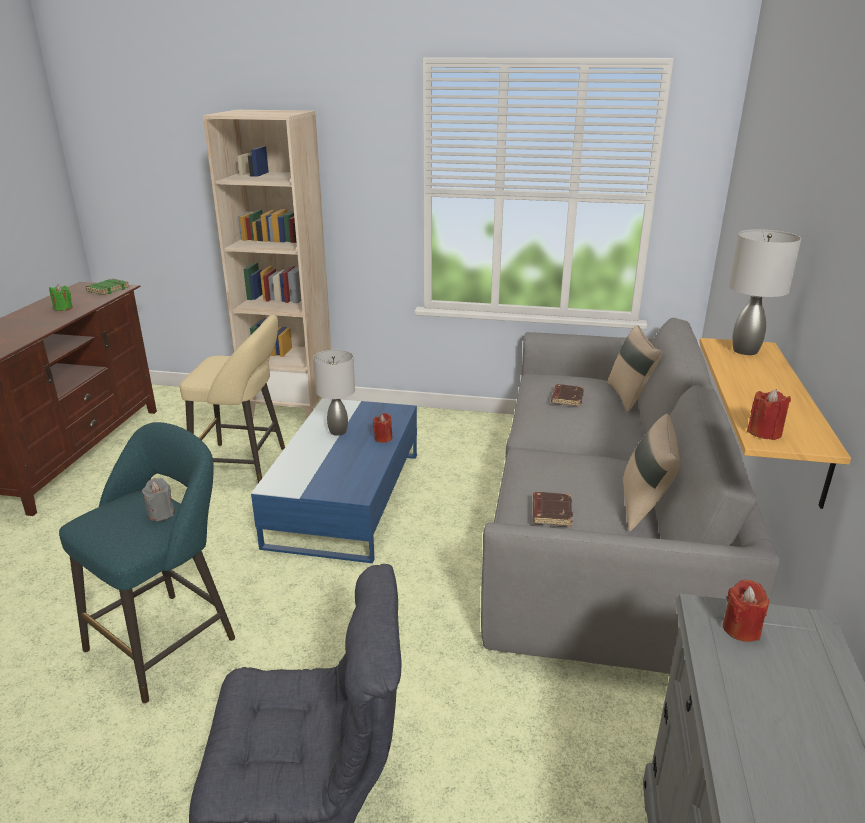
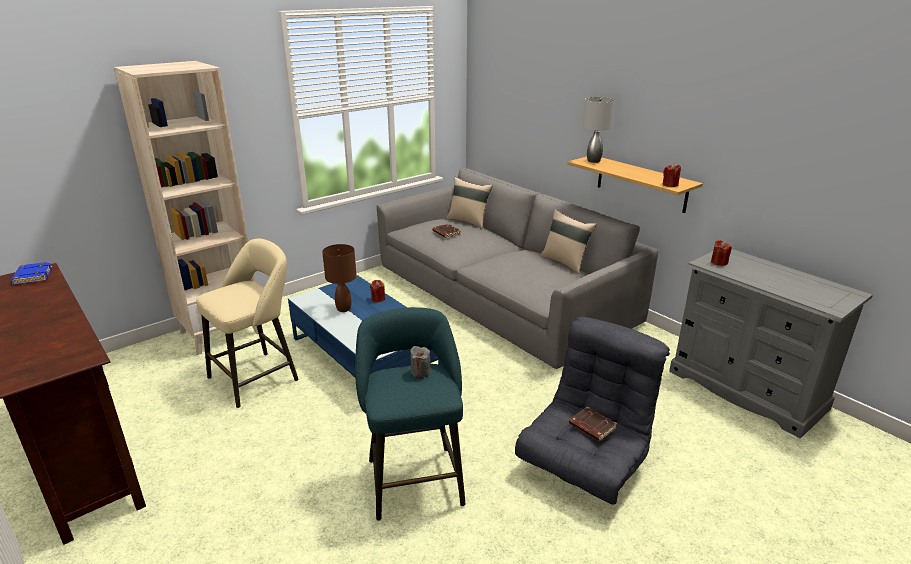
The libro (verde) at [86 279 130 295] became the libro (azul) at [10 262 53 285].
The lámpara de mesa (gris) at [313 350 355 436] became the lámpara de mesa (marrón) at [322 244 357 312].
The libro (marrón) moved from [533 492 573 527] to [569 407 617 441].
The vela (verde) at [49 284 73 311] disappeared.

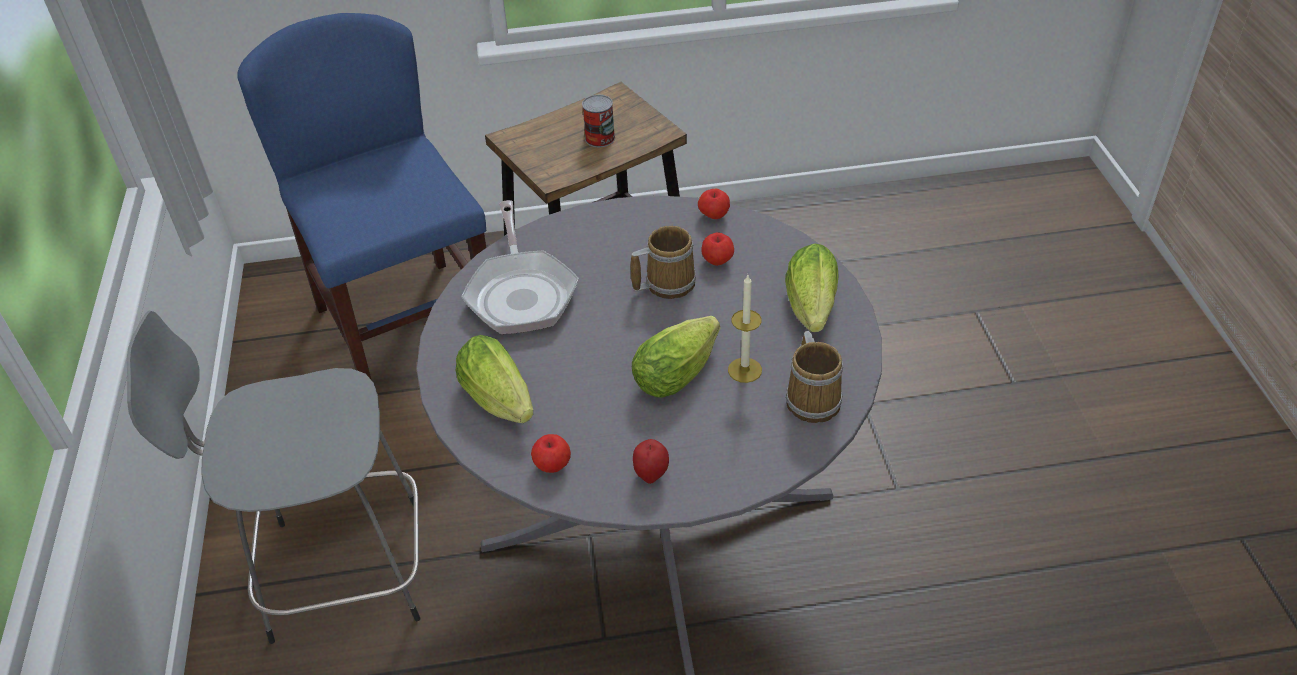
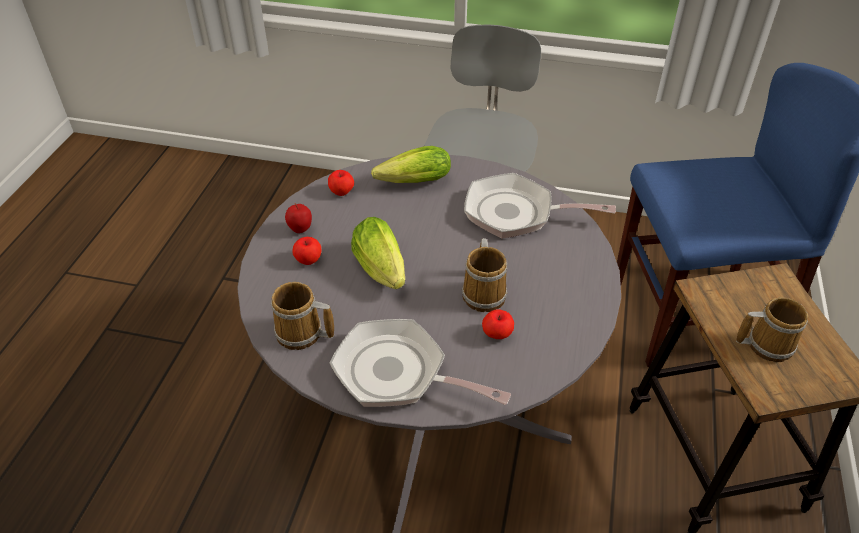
The manzana moved from [698 189 730 219] to [293 237 321 265].
The lechuga at [785 243 839 332] was replaced by the sartén at [330 319 511 407].
The lata at [582 95 615 147] was replaced by the taza grande at [736 297 808 362].
The vela at [728 275 762 383] disappeared.

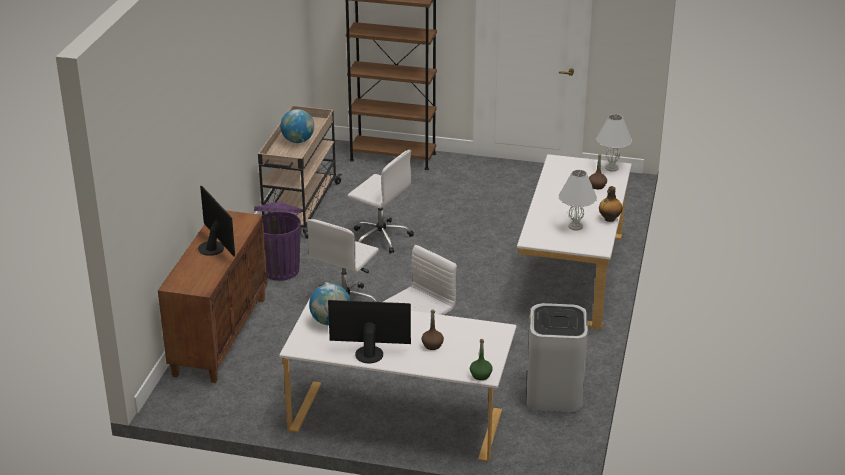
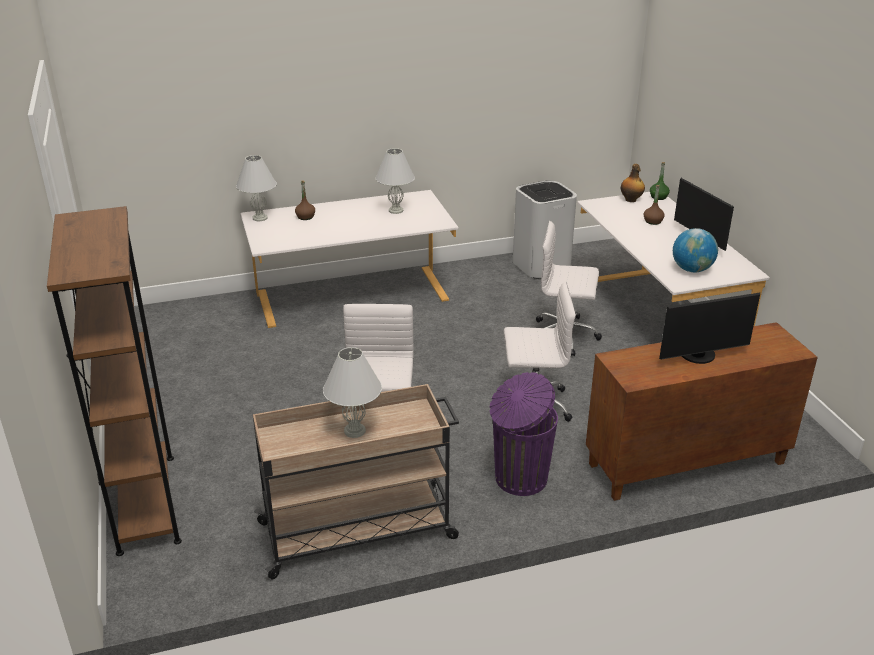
The globo terráqueo at [280 109 314 143] was replaced by the lámpara de mesa (blanco) at [323 347 382 438].
The botella moved from [599 186 623 222] to [621 164 645 202].
The monitor at [198 186 235 256] turned 135 degrees counterclockwise.

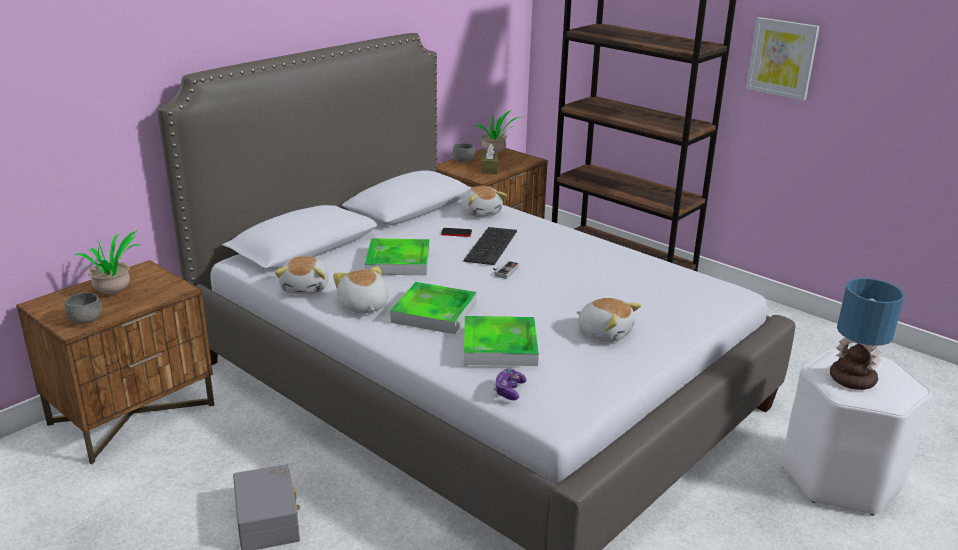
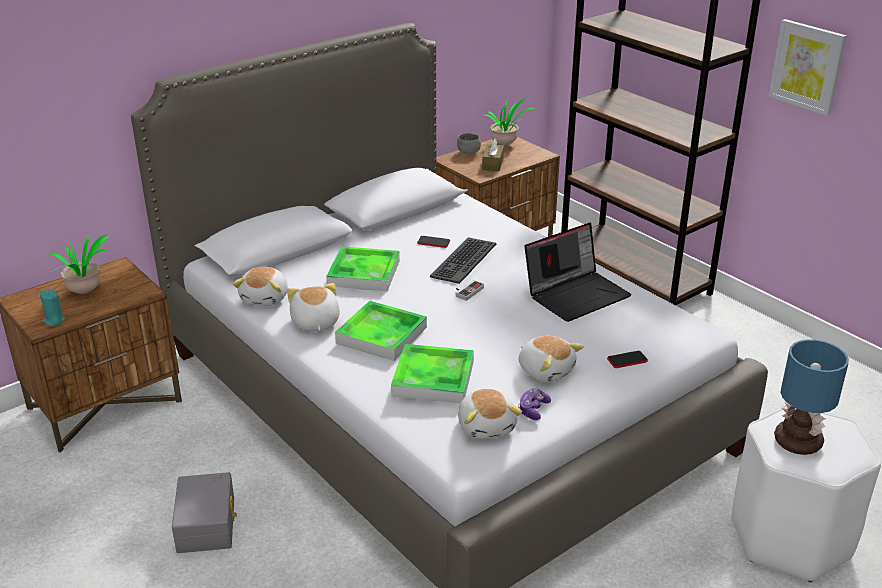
The cuenco (gris) at [64 293 102 324] was replaced by the vela (turquesa) at [40 289 66 326].
The peluche moved from [461 186 507 217] to [458 389 522 439].
The mando de consola moved from [494 369 527 400] to [518 388 551 420].
The portátil at [524 223 632 322] appeared.
The móvil at [607 351 648 368] appeared.

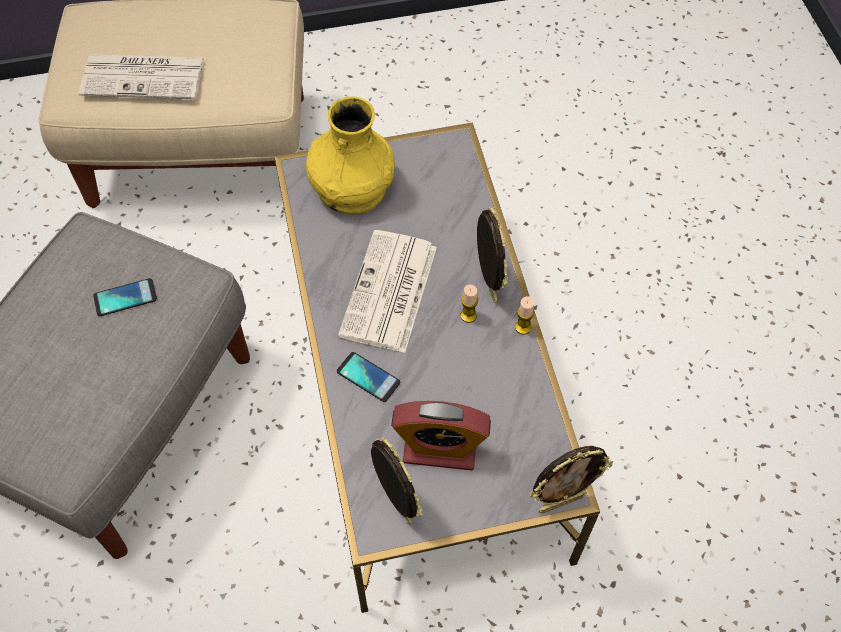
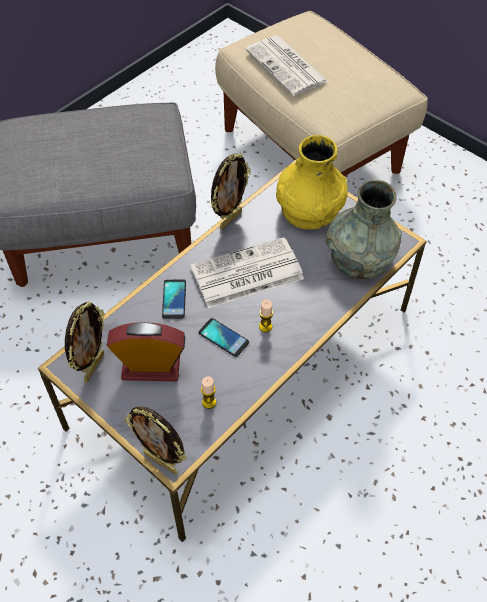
The despertador at [391 401 491 470] turned 120 degrees clockwise.
The móvil moved from [93 278 157 316] to [198 318 249 357].
The vela moved from [515 296 534 335] to [201 376 216 409].
The portarretratos moved from [477 207 508 304] to [211 153 251 229].
The florero (gris) at [326 180 402 279] appeared.

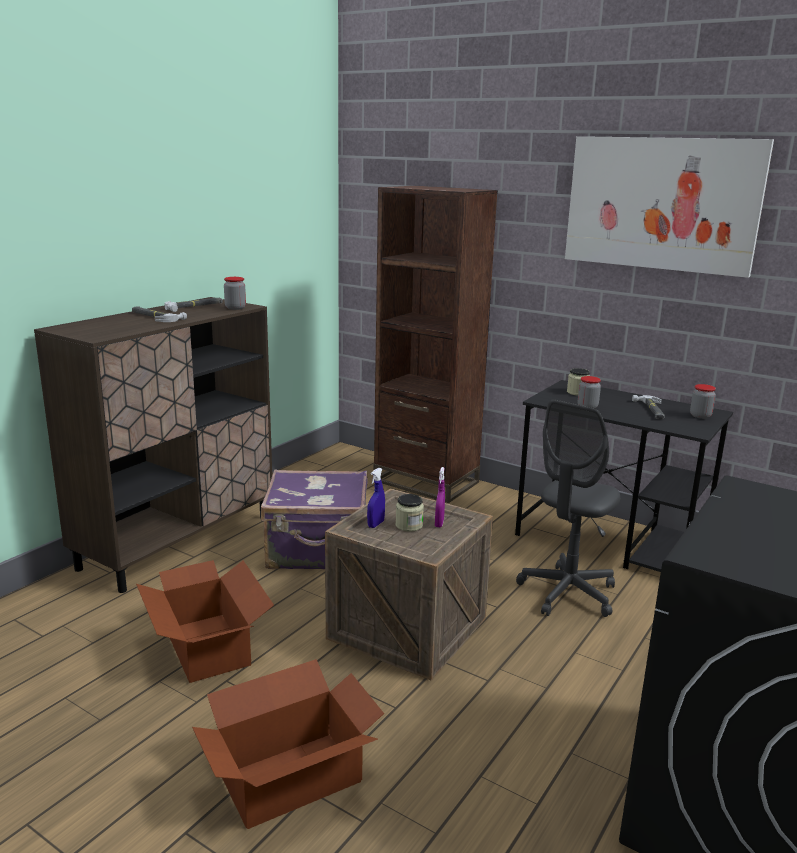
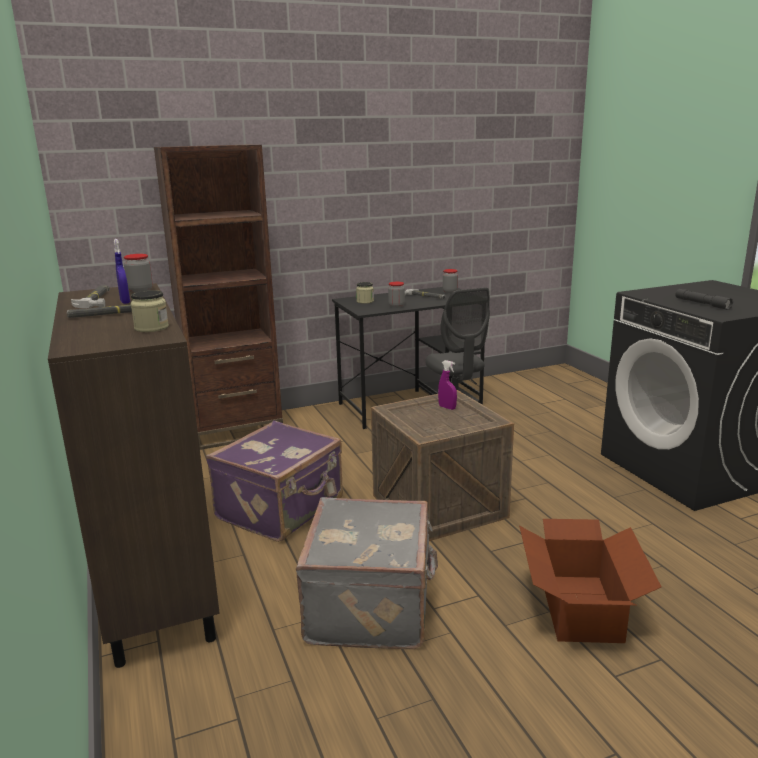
The pulverizador (azul) moved from [367 468 385 528] to [114 239 130 304].
The tarro moved from [396 494 424 532] to [131 290 169 332].
The caja de cartón at [136 560 274 683] was replaced by the maleta (gris) at [296 497 438 649].
The linterna (gris) at [675 289 733 310] appeared.
The cuadro at [565 136 774 278] disappeared.

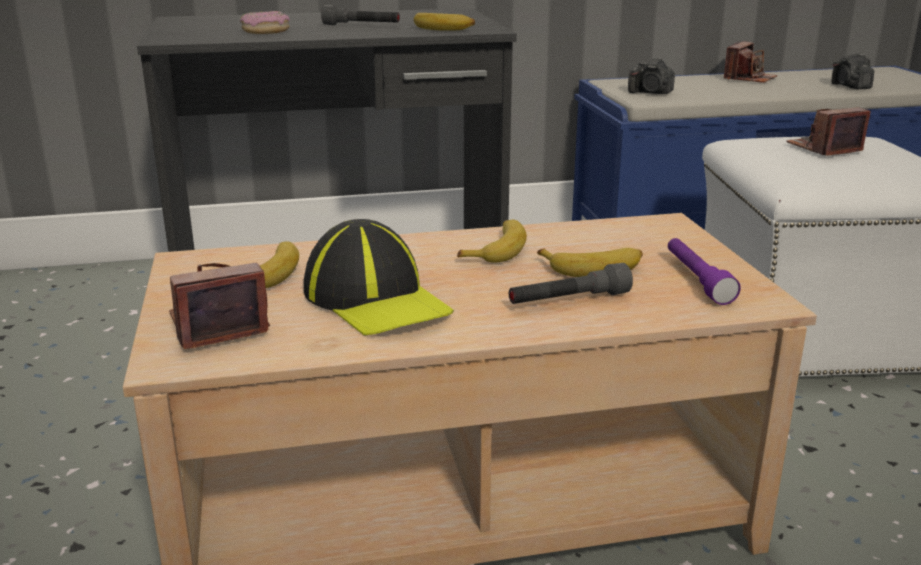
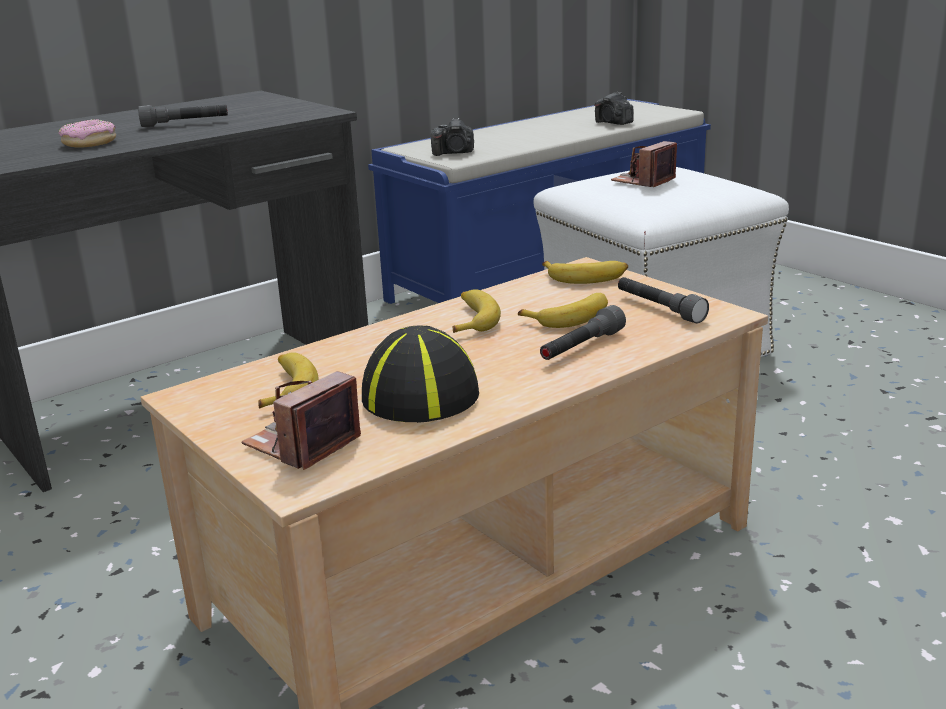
The gorra at [304 219 454 336] turned 120 degrees counterclockwise.
The plátano moved from [414 13 475 31] to [542 261 628 284].
The linterna (morado) at [668 238 741 305] became the linterna (gris) at [618 277 709 323].
The cámara at [724 41 777 83] disappeared.

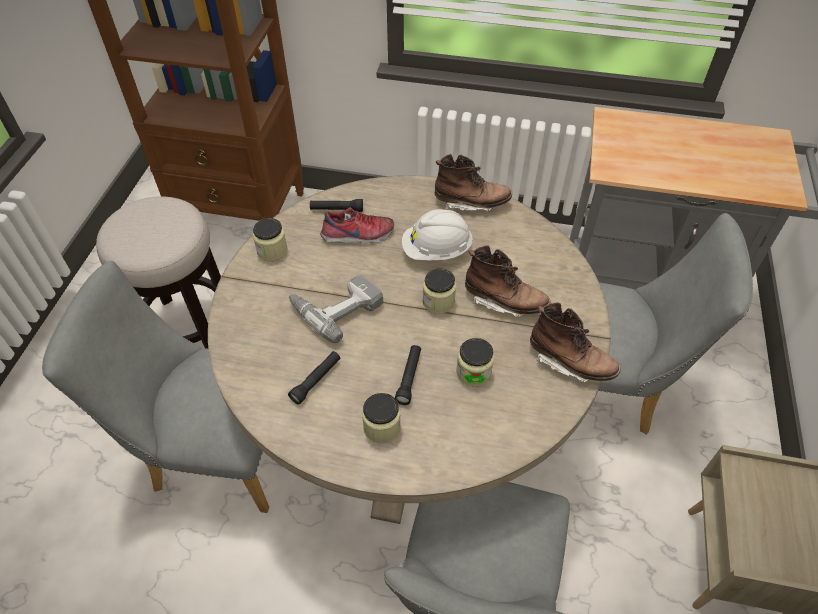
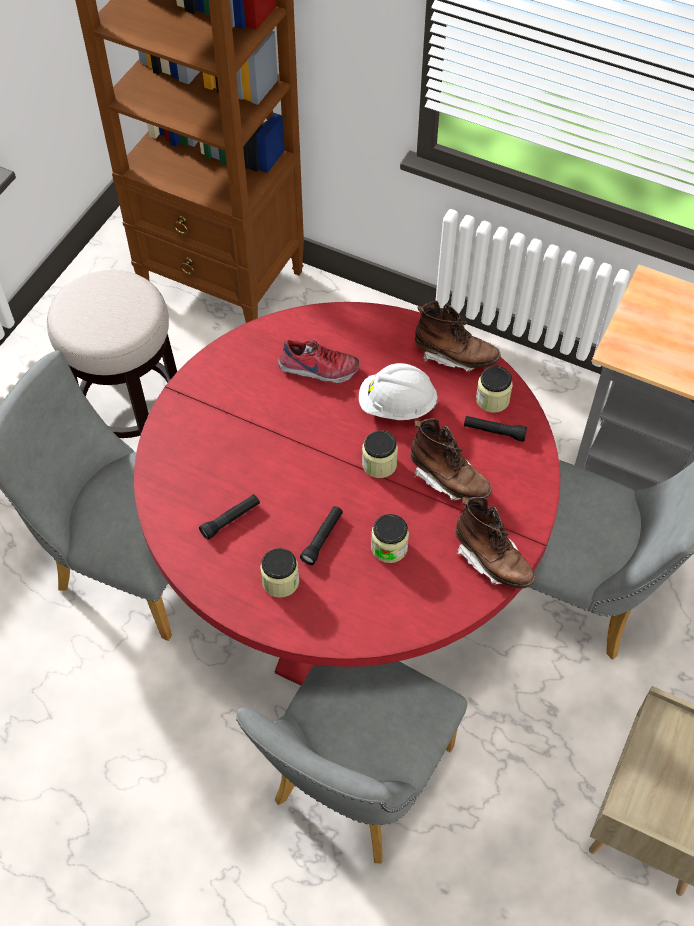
The mesa de comedor (beis) at [208 175 611 524] became the mesa de comedor (rojo) at [134 302 560 686].
The linterna (negro) moved from [310 199 363 212] to [464 416 527 442].
The tarro moved from [253 218 288 261] to [476 366 513 413].
The taladro at [289 275 383 343] disappeared.

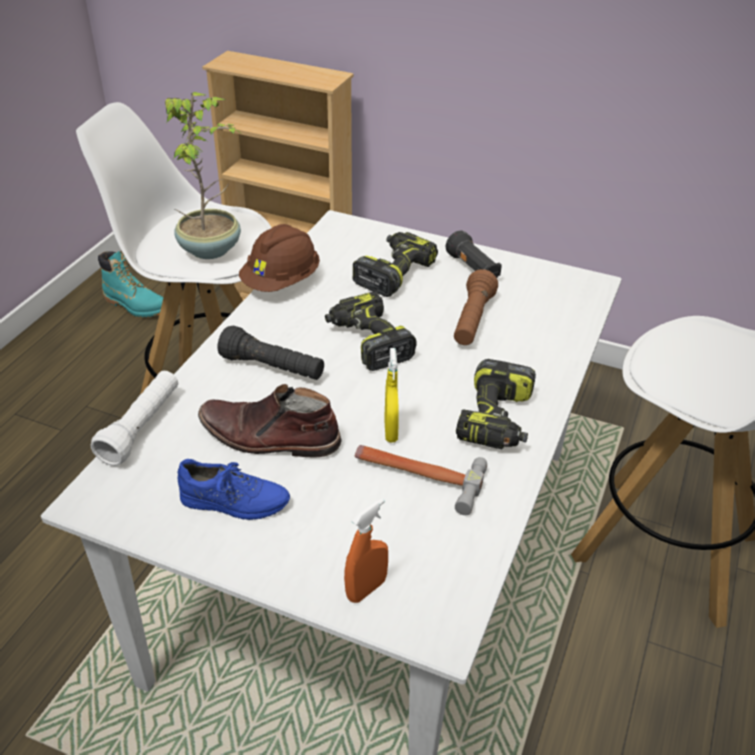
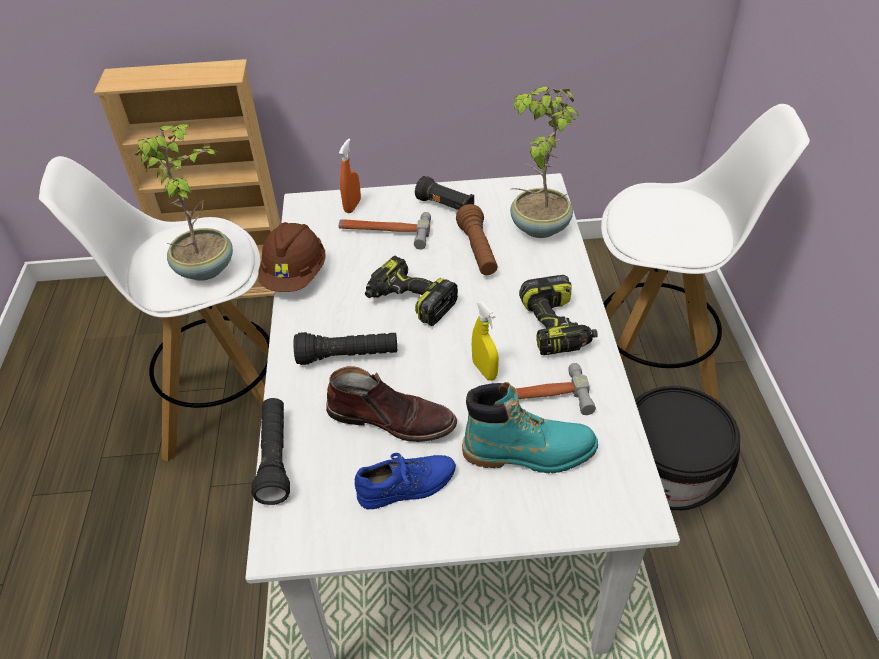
The linterna (blanco) at [91 371 178 466] became the linterna (negro) at [251 398 290 505].
The bota (marrón) at [198 384 342 457] turned 150 degrees counterclockwise.
The pulverizador (naranja) moved from [344 498 388 603] to [339 138 361 213].
The taladro at [352 232 438 297] was replaced by the martillo at [339 212 431 250].
The bota (turquesa) moved from [98 251 163 317] to [462 382 598 473].
The planta en maceta at [510 87 580 238] appeared.
The cubo (negro) at [635 386 740 511] appeared.

